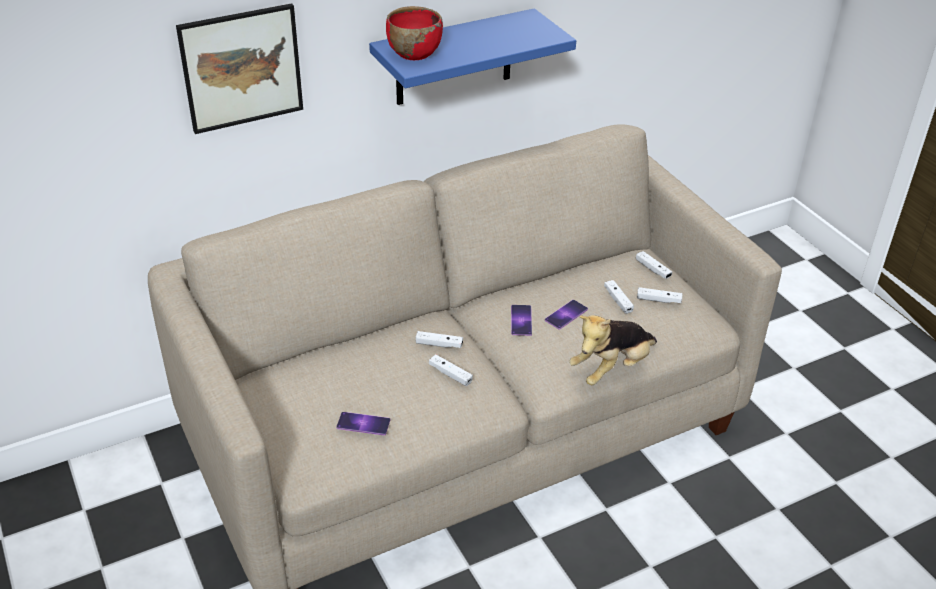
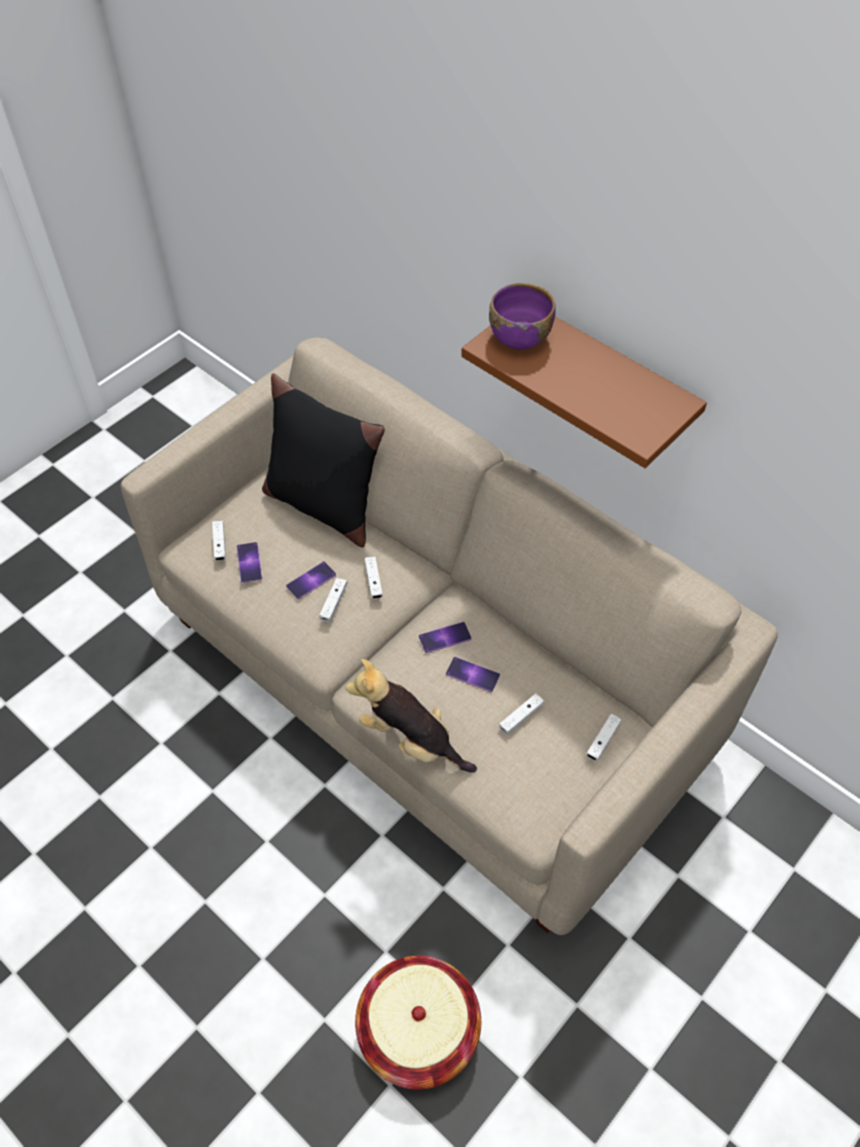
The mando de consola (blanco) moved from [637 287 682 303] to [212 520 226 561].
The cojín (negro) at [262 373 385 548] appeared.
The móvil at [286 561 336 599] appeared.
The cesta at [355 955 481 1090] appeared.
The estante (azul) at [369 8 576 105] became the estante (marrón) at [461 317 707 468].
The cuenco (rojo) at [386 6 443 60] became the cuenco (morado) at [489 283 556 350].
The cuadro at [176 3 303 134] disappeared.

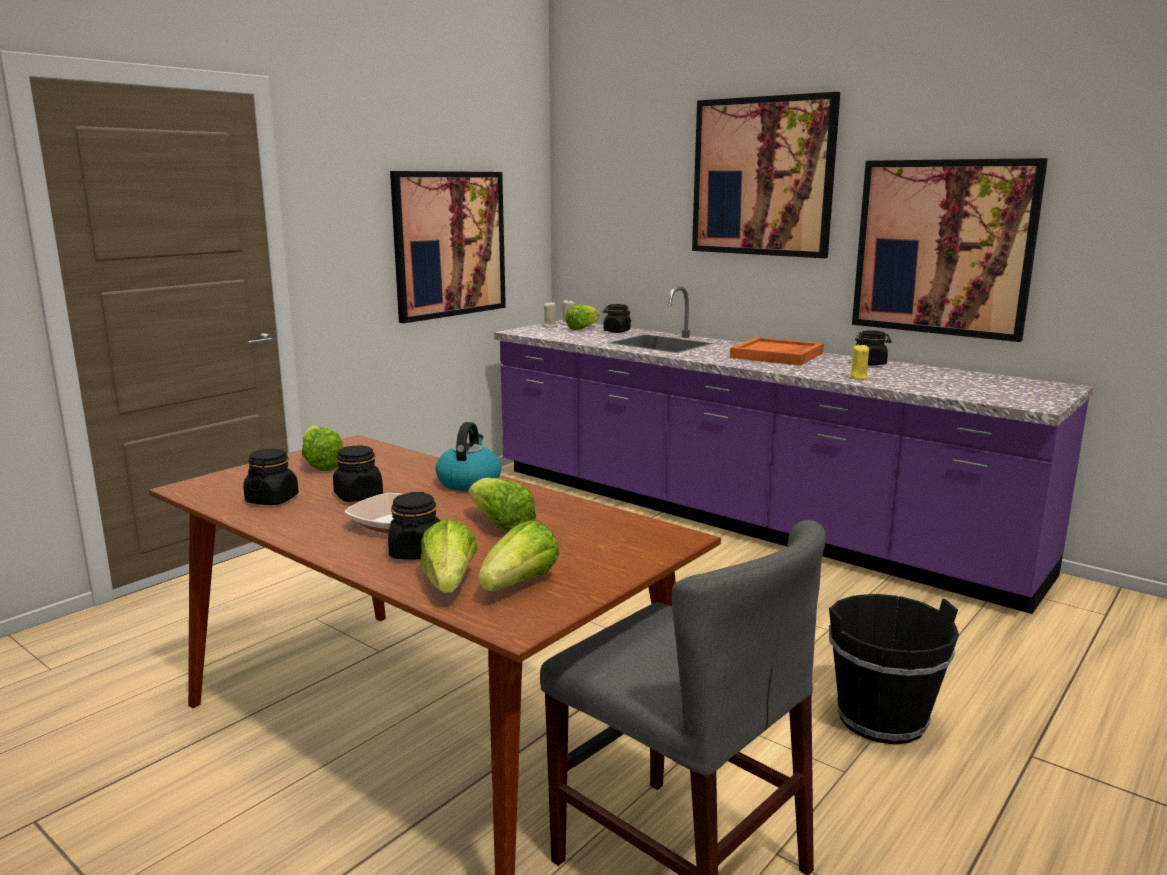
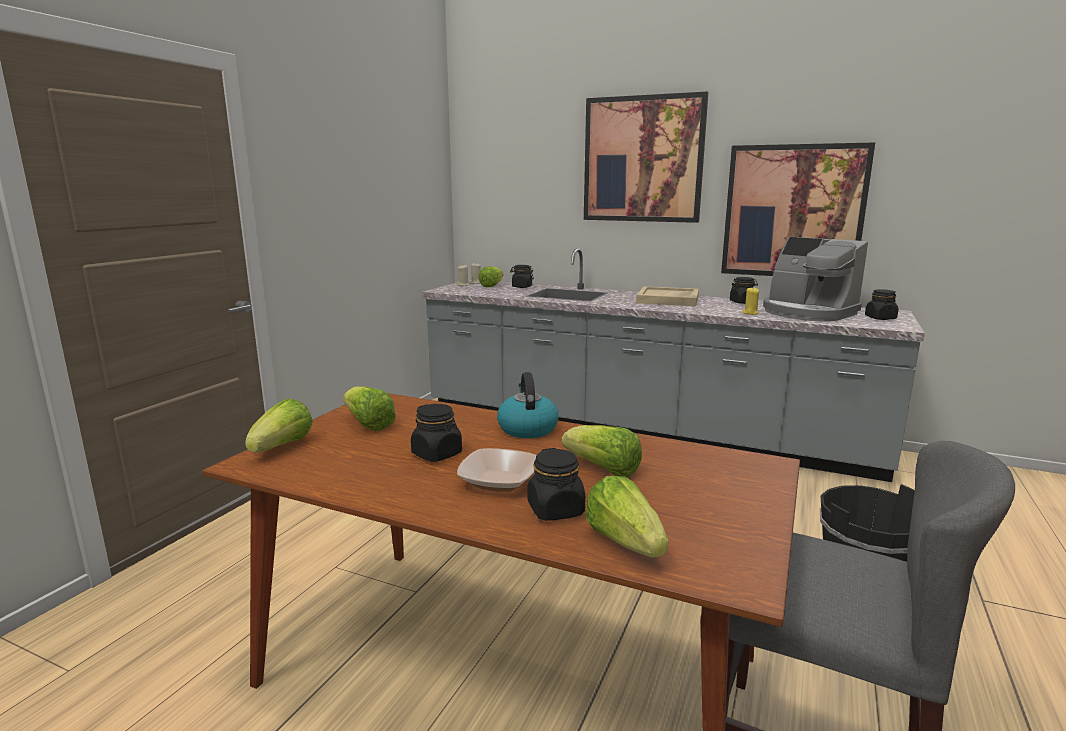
The lechuga moved from [478 521 559 591] to [245 399 313 452].
The mueble bajo de cocina (morado) at [494 286 1093 614] became the mueble bajo de cocina (gris) at [422 248 925 482].
The bandeja (naranja) at [730 337 824 366] became the bandeja (beis) at [636 286 699 306].
The cafetera at [763 237 868 322] appeared.
The tarro (negro) moved from [243 449 299 505] to [865 289 898 320].
The cuadro at [390 171 506 323] disappeared.

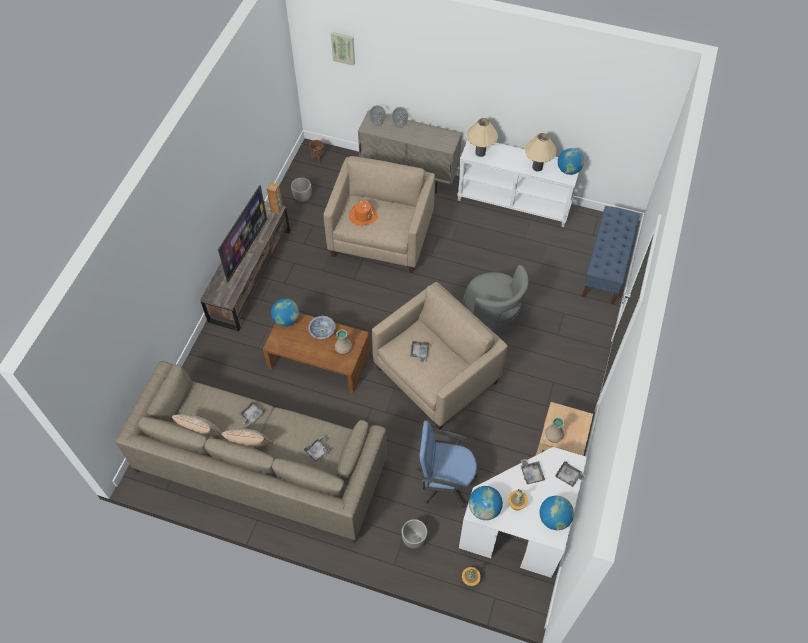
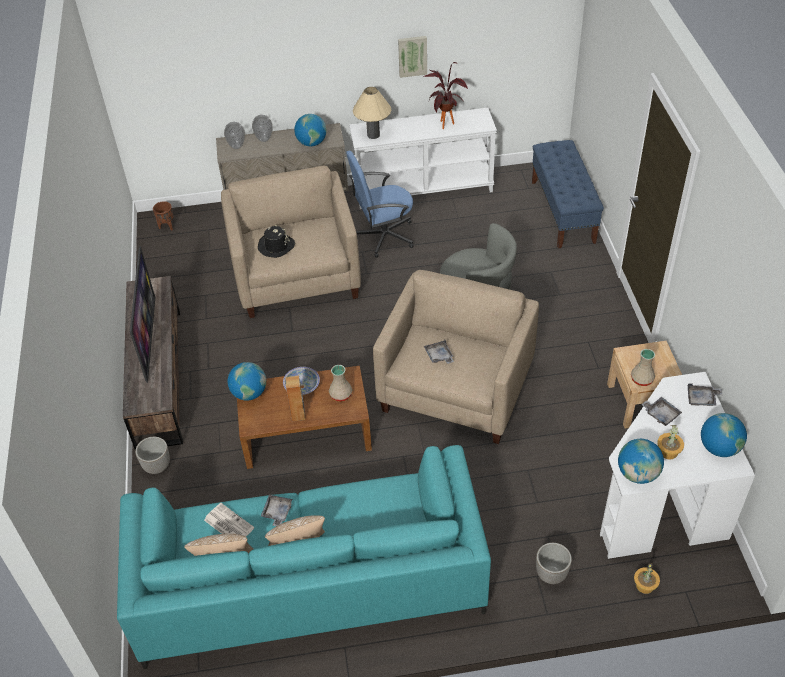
The sofá (beis) at [115 361 387 543] became the sofá (turquesa) at [117 445 491 669].
The maceta moved from [291 178 311 202] to [135 437 170 474].
The periódico at [204 503 254 537] appeared.
The sombrero (naranja) at [349 201 378 226] became the sombrero (negro) at [258 225 295 258].
The altavoz (marrón) moved from [267 183 283 214] to [286 376 305 422].
The globo terráqueo moved from [558 148 584 175] to [294 114 327 146].
The silla de oficina (azul) moved from [417 421 477 508] to [346 151 414 258].
The cuadro moved from [331 32 355 66] to [398 36 427 78].
The lámpara de mesa (beis) at [525 133 557 172] was replaced by the planta en maceta at [424 62 468 129].
The bandeja (gris) at [304 435 331 462] disappeared.

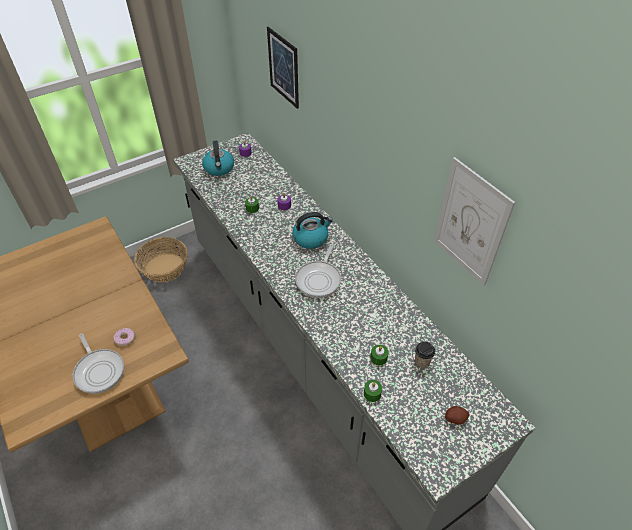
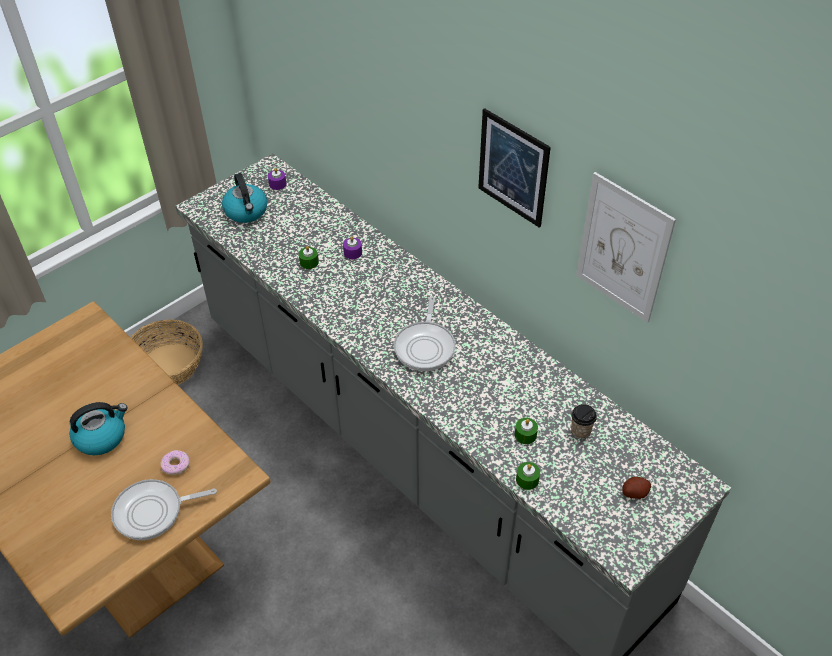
The hervidor moved from [292 212 333 249] to [69 402 128 455].
The sartén at [73 333 124 394] turned 120 degrees clockwise.
The cuadro moved from [267 27 299 109] to [478 108 551 227].

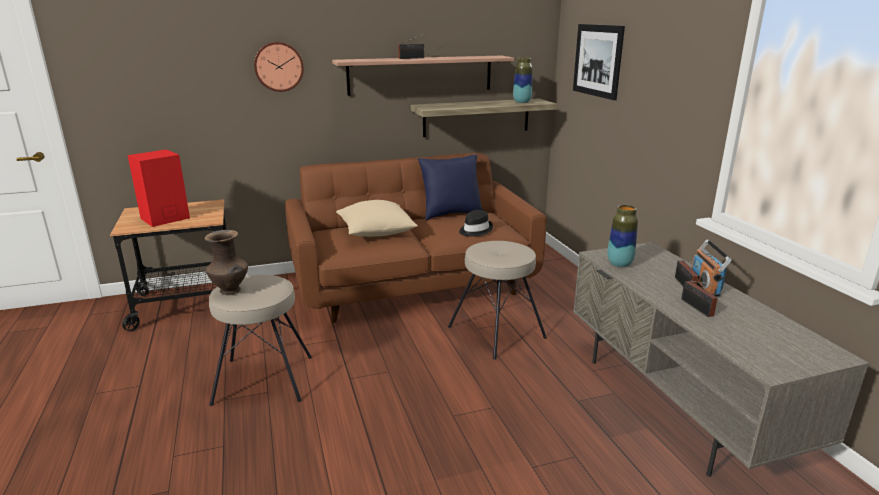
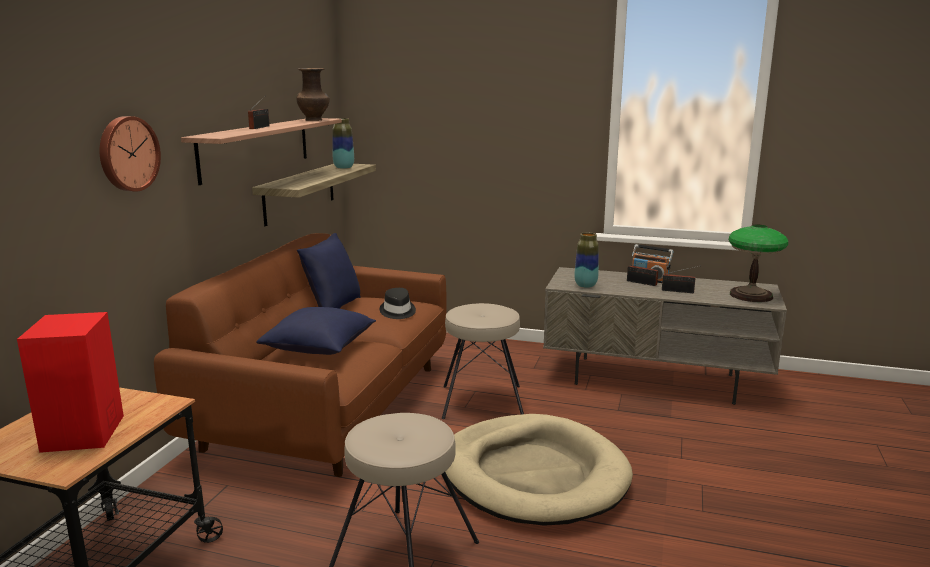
The cojín (beis) at [336 200 418 237] became the cojín (azul) at [256 307 376 355].
The florero (marrón) moved from [205 230 248 294] to [296 68 330 121].
The cama para perro (beis) at [445 414 633 526] appeared.
The lámpara de mesa at [728 225 788 302] appeared.
The cuadro at [573 24 625 100] disappeared.

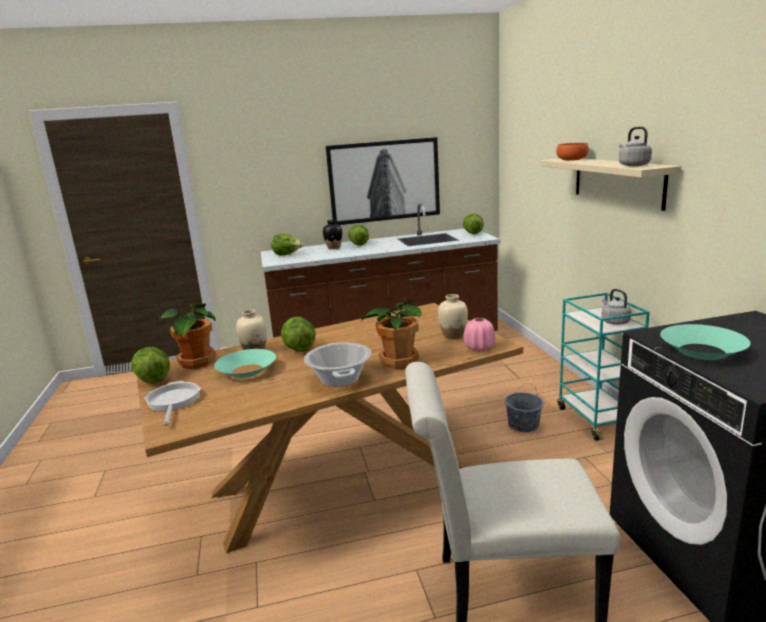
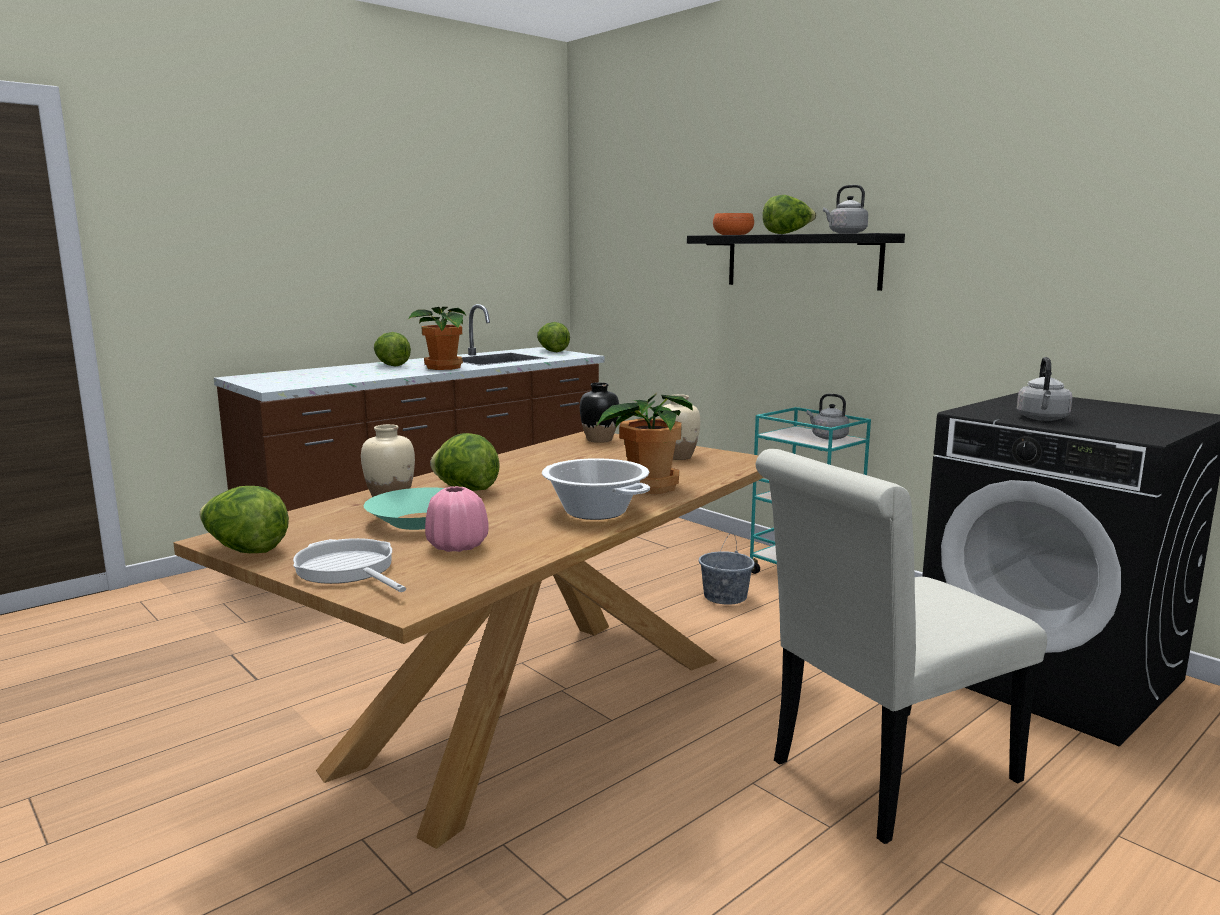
The planta en maceta moved from [159 303 216 369] to [408 307 466 370].
The florero (rosa) moved from [464 318 496 351] to [425 486 489 552].
The florero (negro) moved from [323 220 342 249] to [580 382 619 443].
The estante (beis) at [540 158 681 211] became the estante (negro) at [687 233 905 291].
The lechuga moved from [271 234 303 256] to [762 195 816 234].
The cuenco (turquesa) at [660 324 751 360] was replaced by the hervidor (gris) at [1017 357 1072 421].
The cuadro at [326 137 440 225] disappeared.

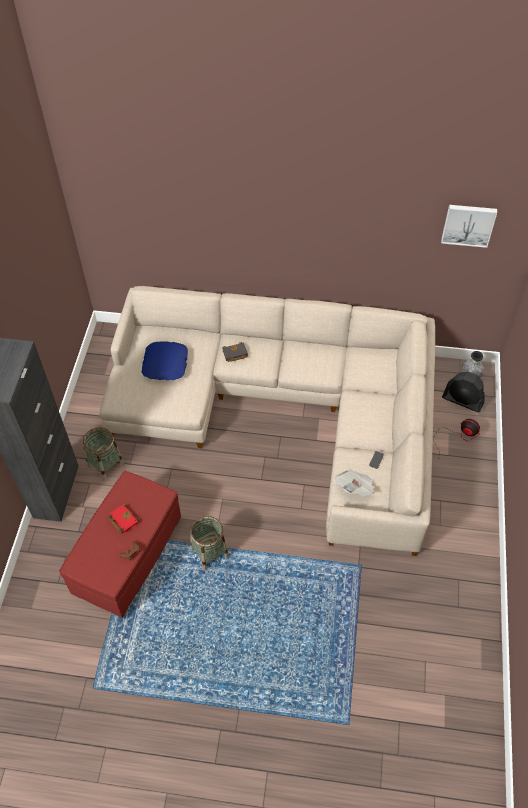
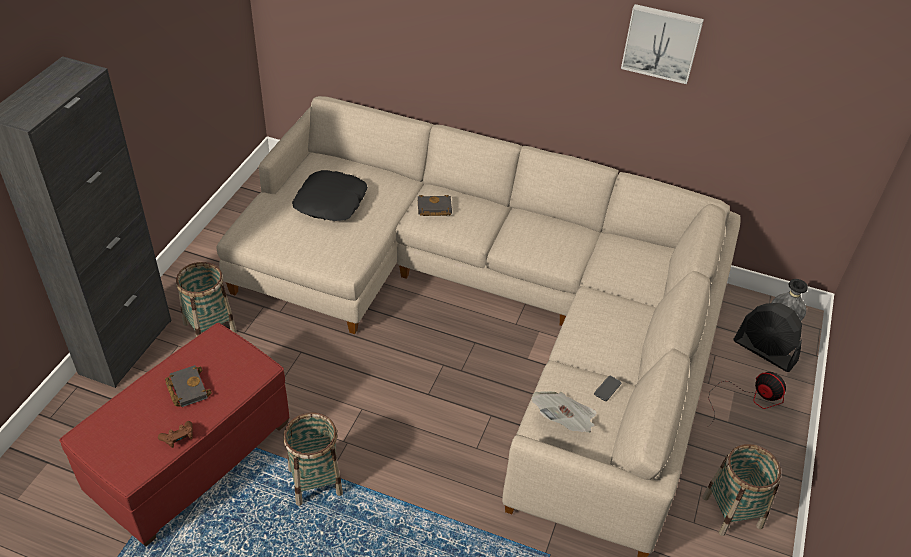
The libro (rojo) at [108 504 140 533] became the libro (negro) at [165 365 212 407].
The cojín (azul) at [142 341 188 380] became the cojín (negro) at [292 170 368 221].
The cuadro moved from [441 205 497 248] to [621 4 704 84].
The cesta at [703 444 781 536] appeared.

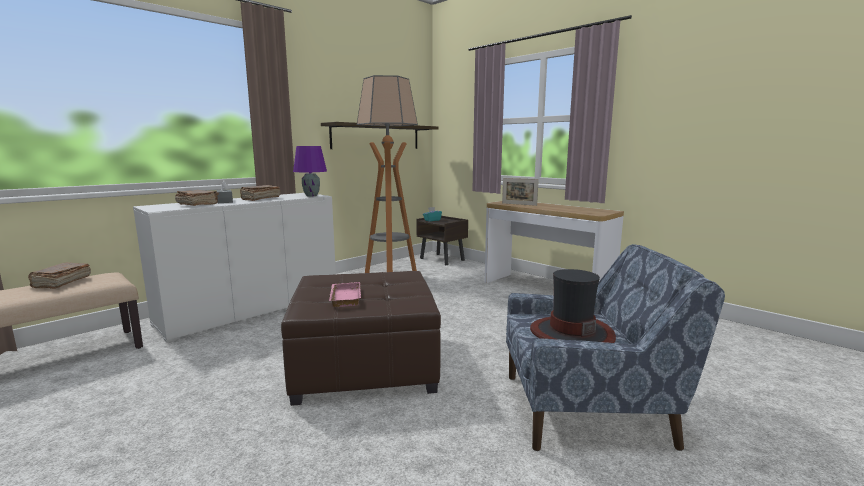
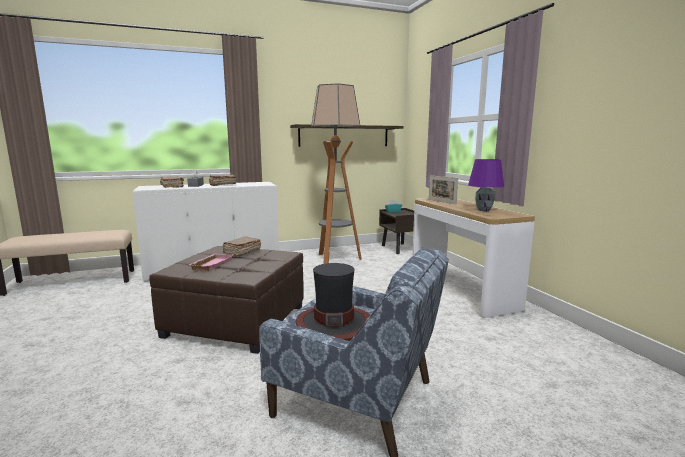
The libro (marrón) moved from [28 262 91 289] to [223 236 261 257].
The lámpara de mesa (morado) moved from [293 146 327 196] to [468 159 504 211].

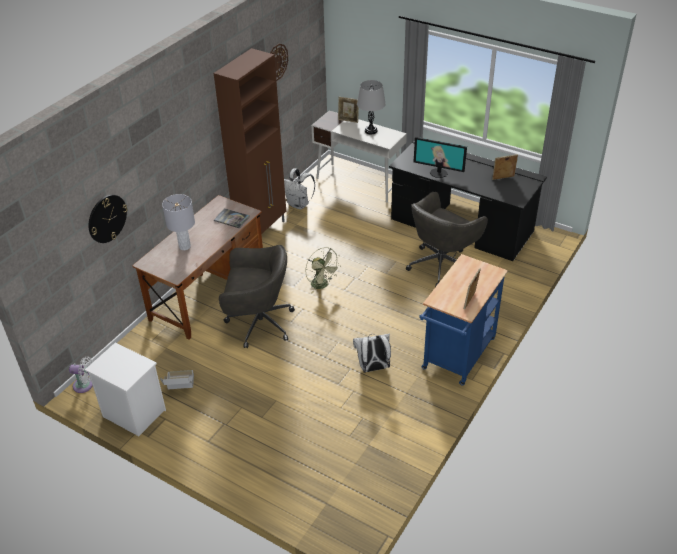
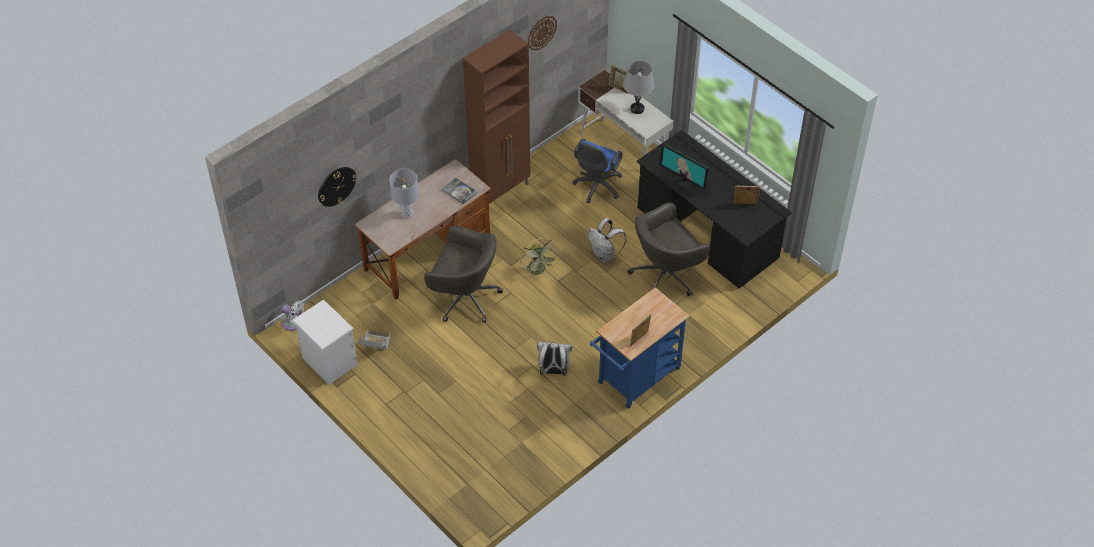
The silla de oficina (azul) at [572 139 623 203] appeared.
The mochila (blanco) moved from [284 168 315 210] to [588 218 626 263].

